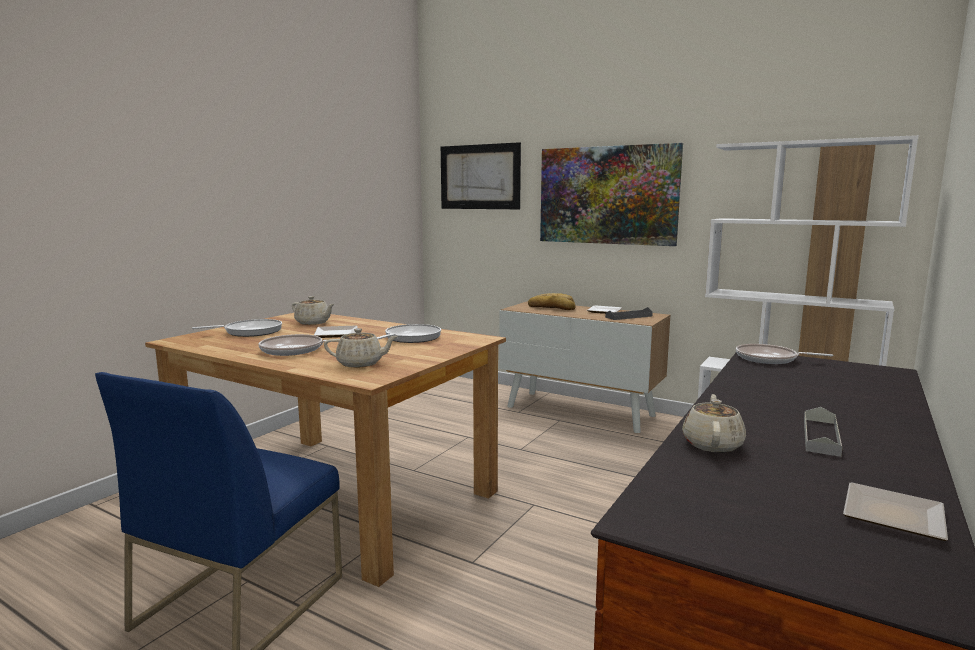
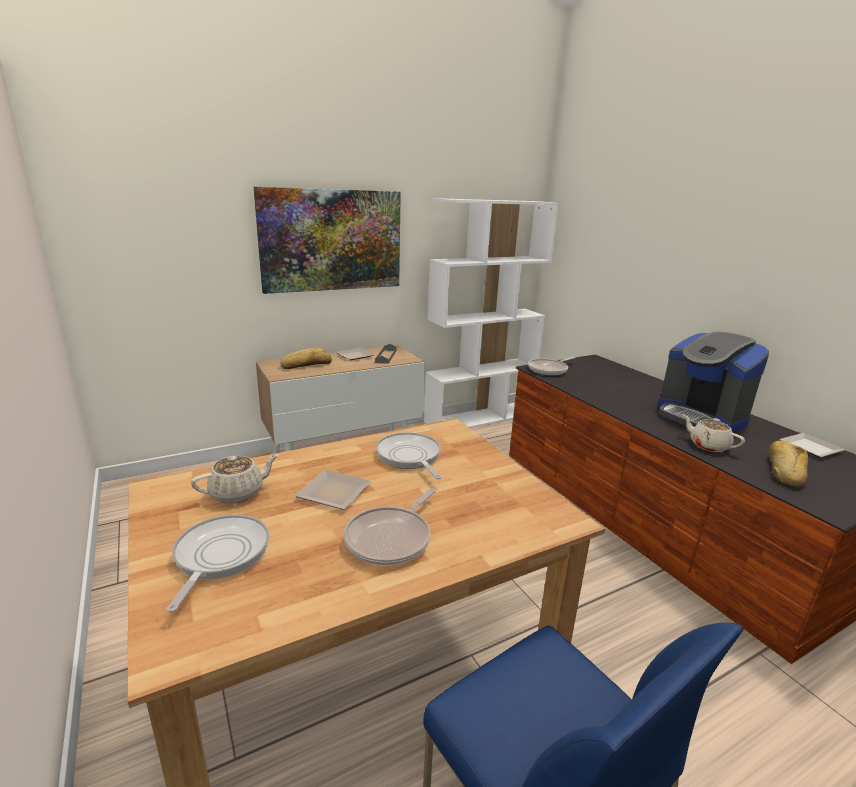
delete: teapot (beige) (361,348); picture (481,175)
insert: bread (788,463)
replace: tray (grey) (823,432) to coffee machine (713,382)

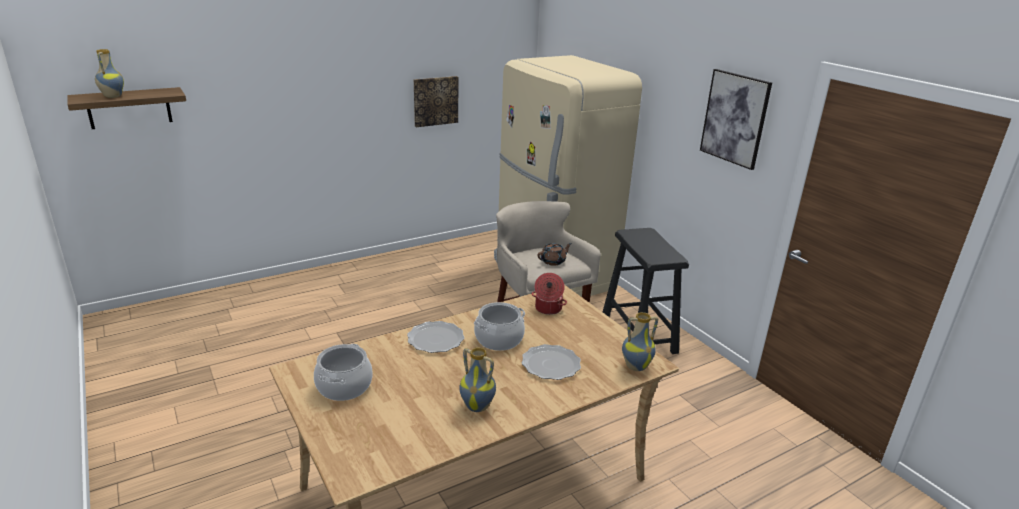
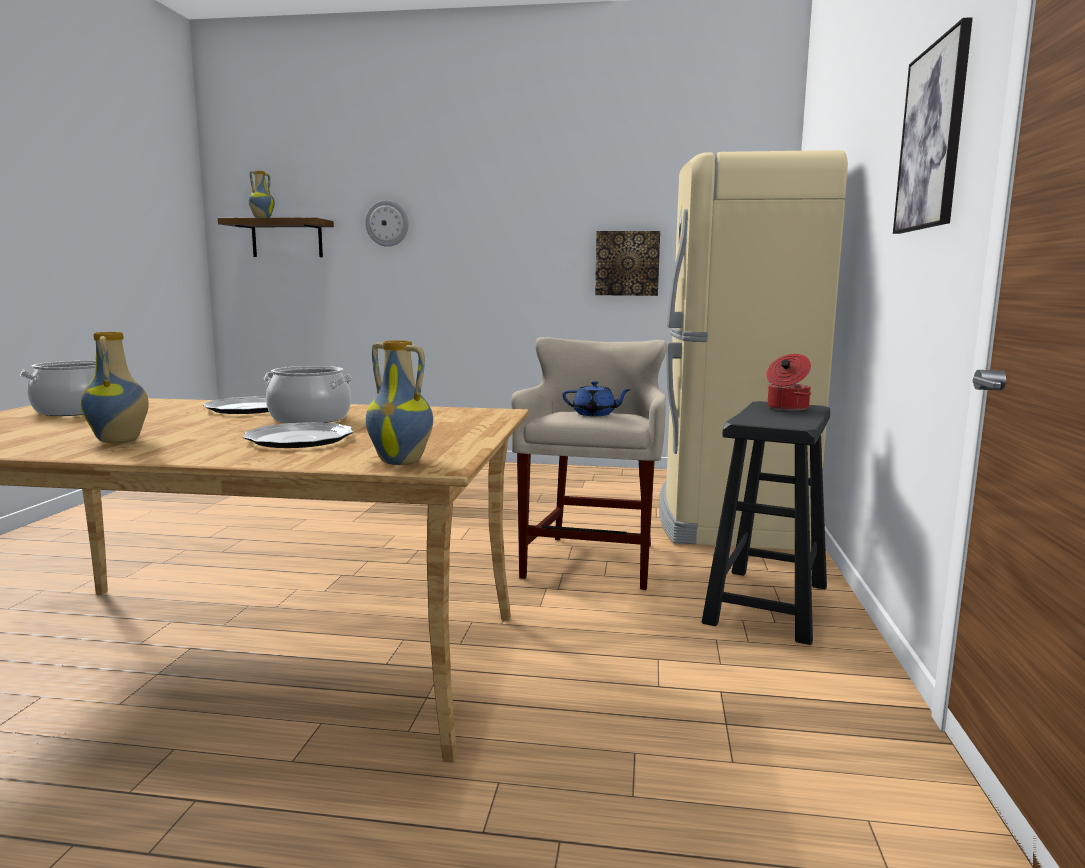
insert: wall clock (387,223)
move: cooking pot (549,294) to (788,382)
recolor: teapot (brown) (554,254) to teapot (blue) (597,398)

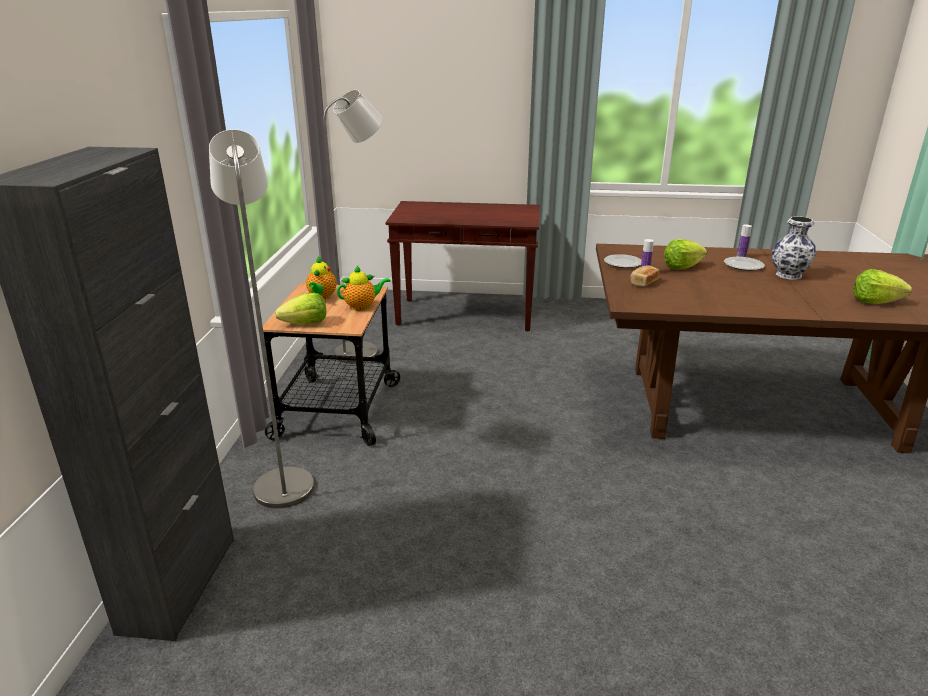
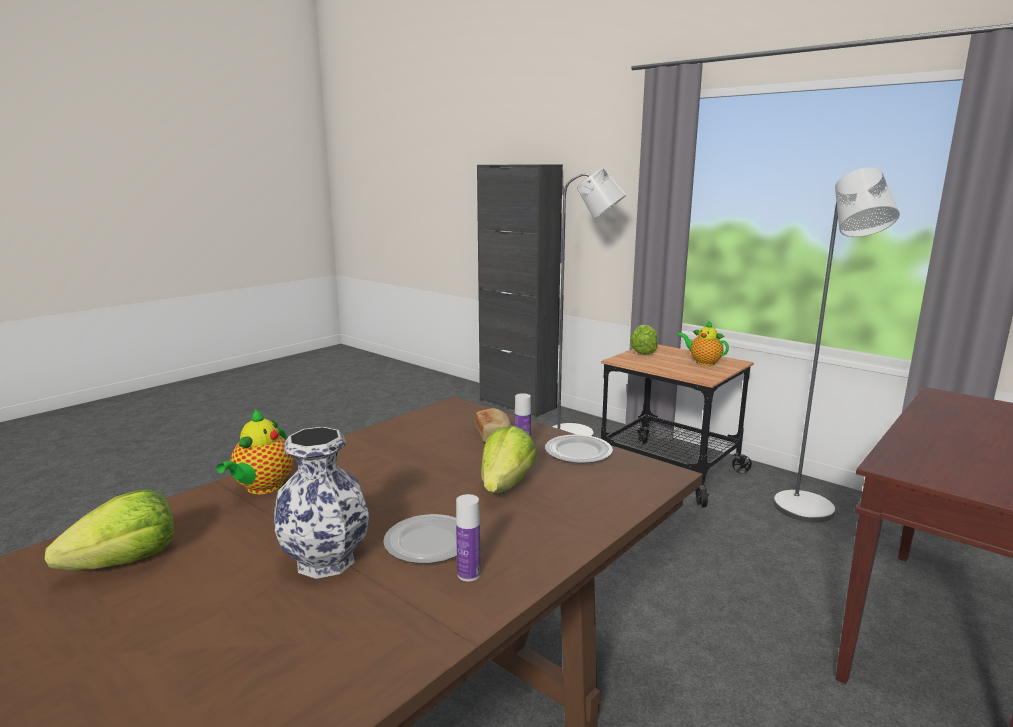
move: teapot (364,288) to (254,451)

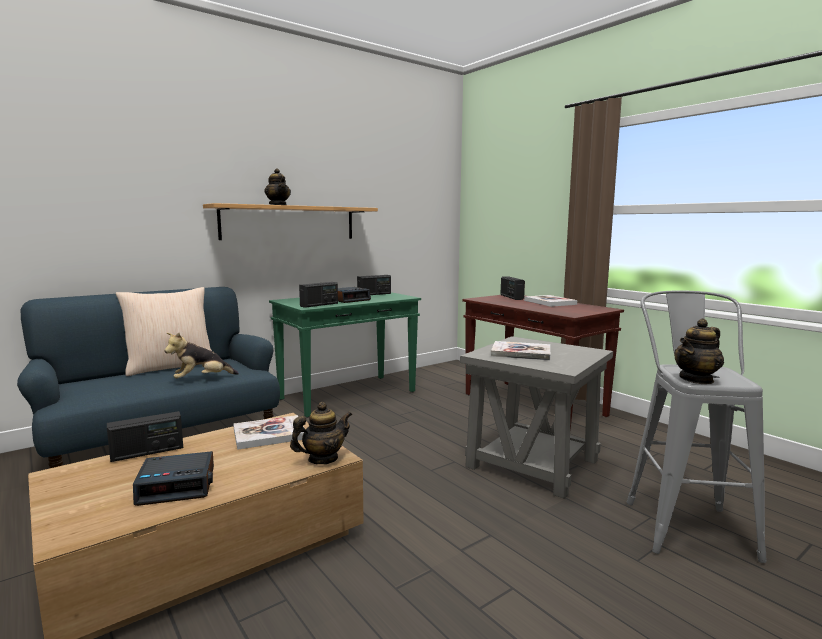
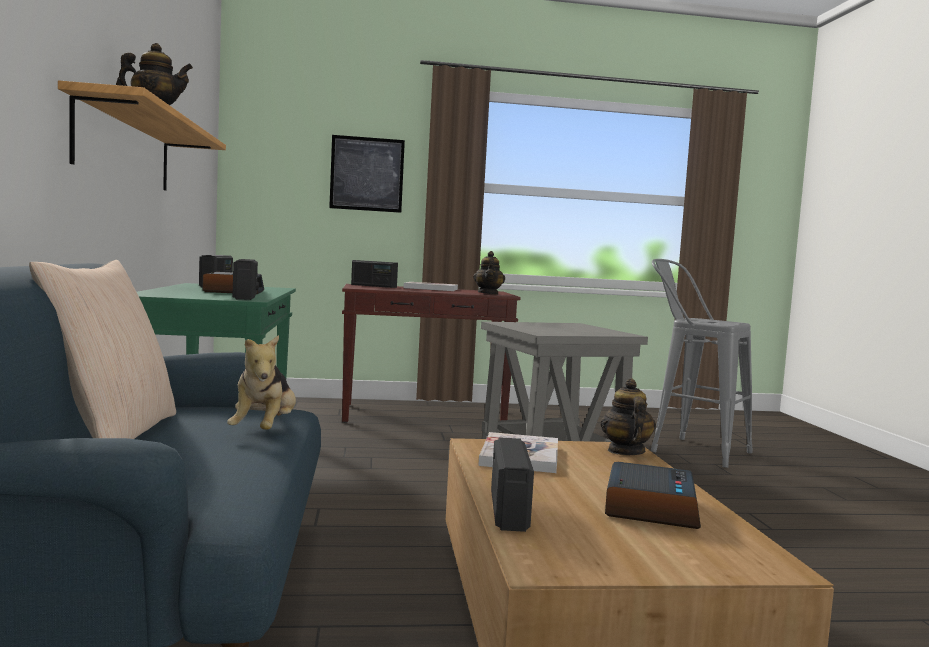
delete: book (520,351)
insert: picture (367,174)
move: teapot (699,351) to (489,273)

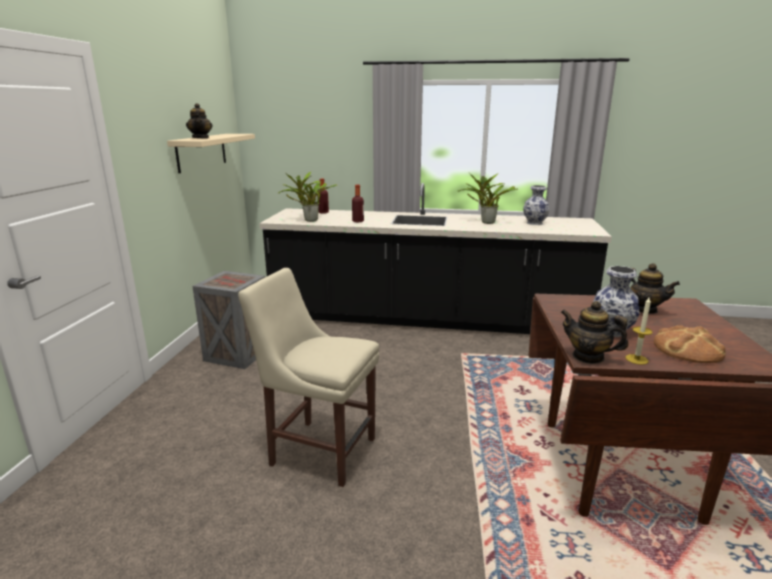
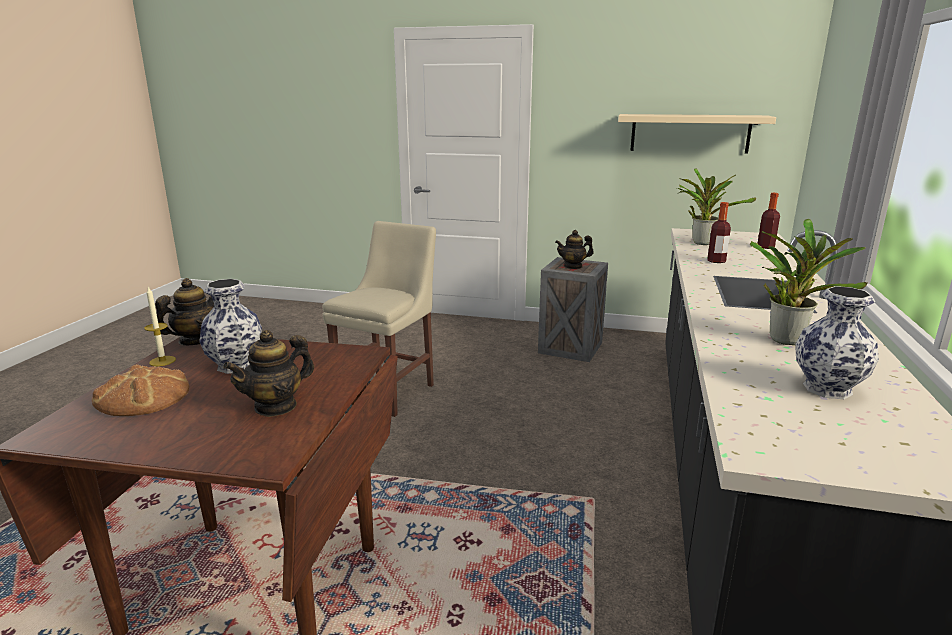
move: teapot (199,121) to (574,249)

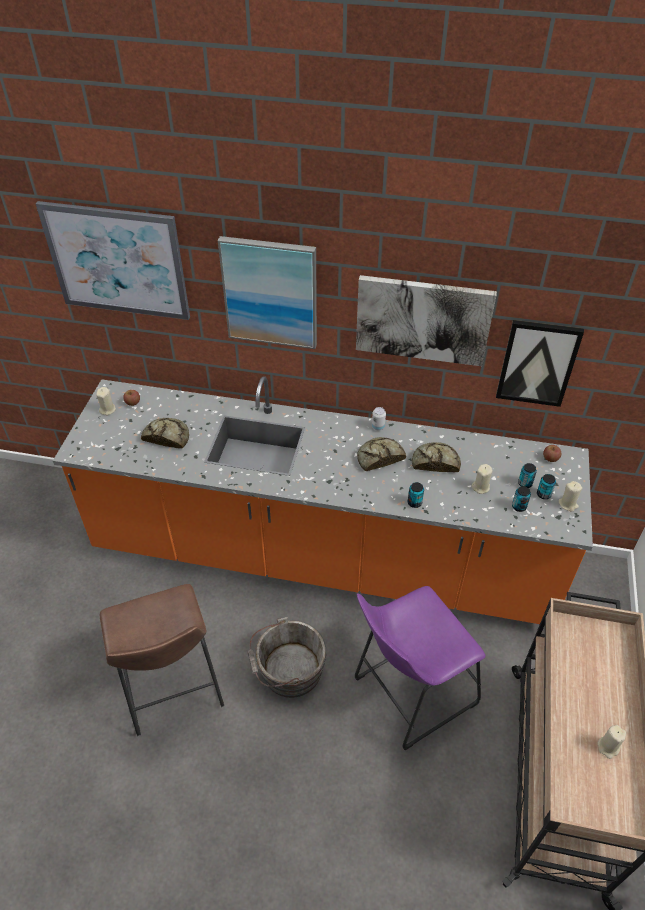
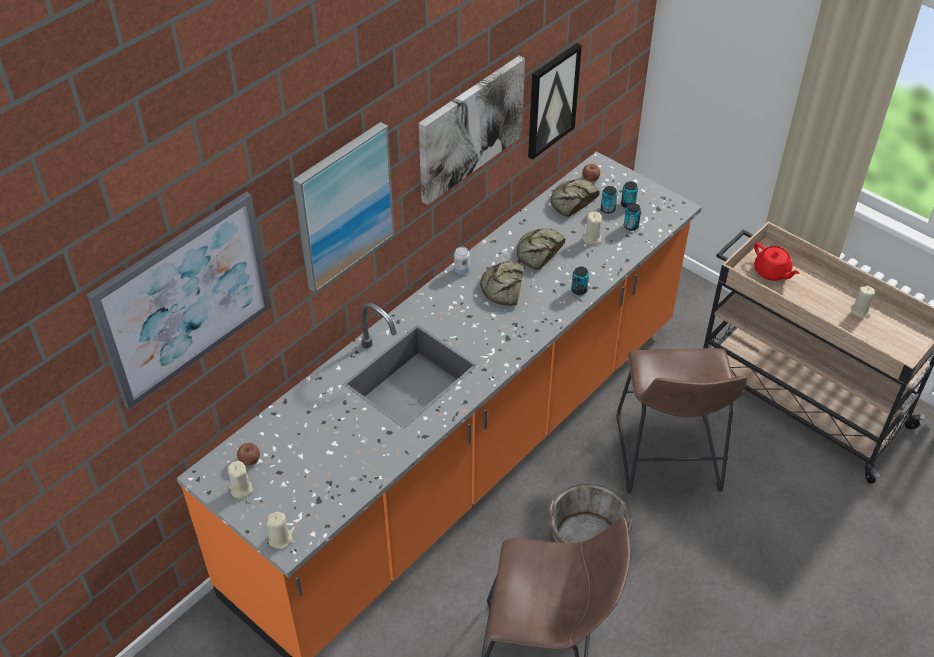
insert: teapot (red) (777,261)
move: bread (165,433) to (575,198); candle (beige) (570,496) to (279,530)
recolor: stool (purple) (420,668) to stool (brown) (681,420)

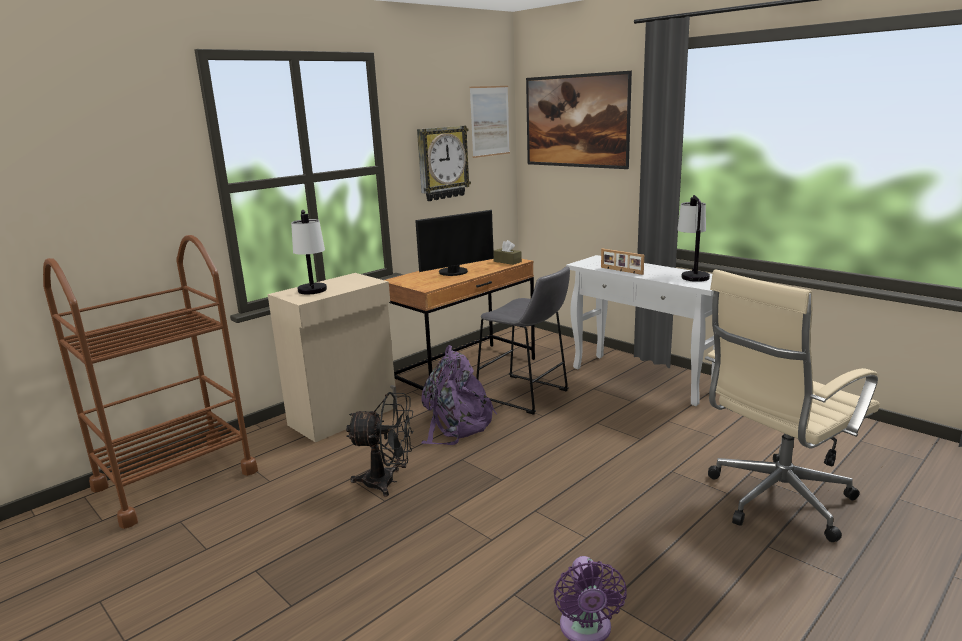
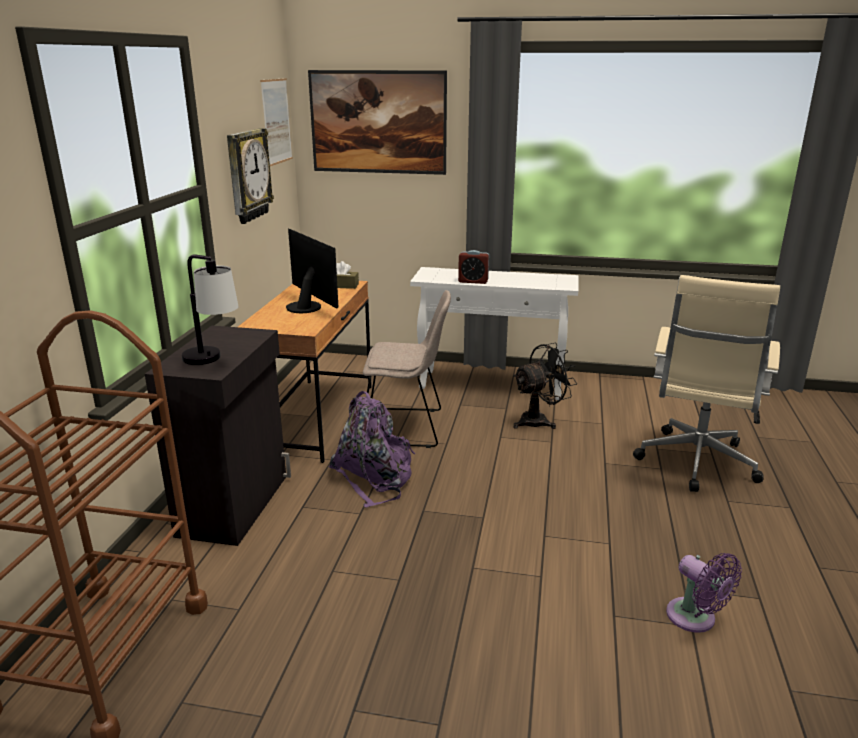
delete: table lamp (693,238)
move: fan (black) (380,444) to (545,386)
replace: stool (grey) (523,340) to chair (beige) (407,369); picture frame (622,261) to alarm clock (473,267)
recolor: cabinet (beige) (333,357) to cabinet (black) (218,435)
rotate: monitor (454,243) = (312,271) 60 degrees counterclockwise

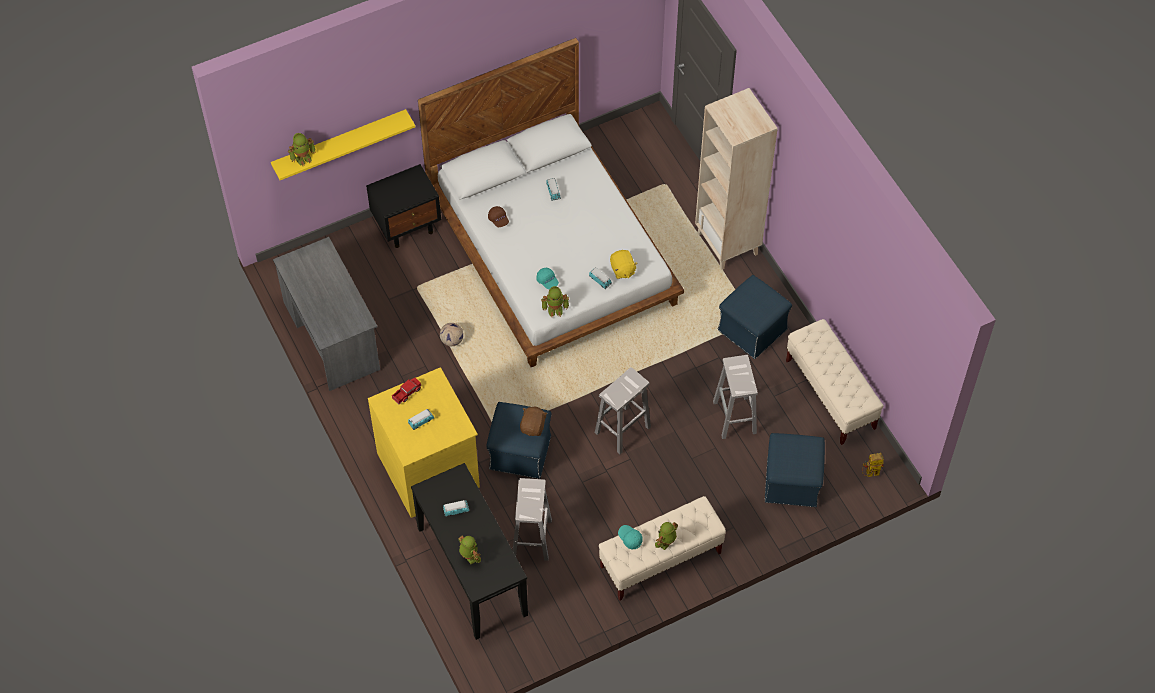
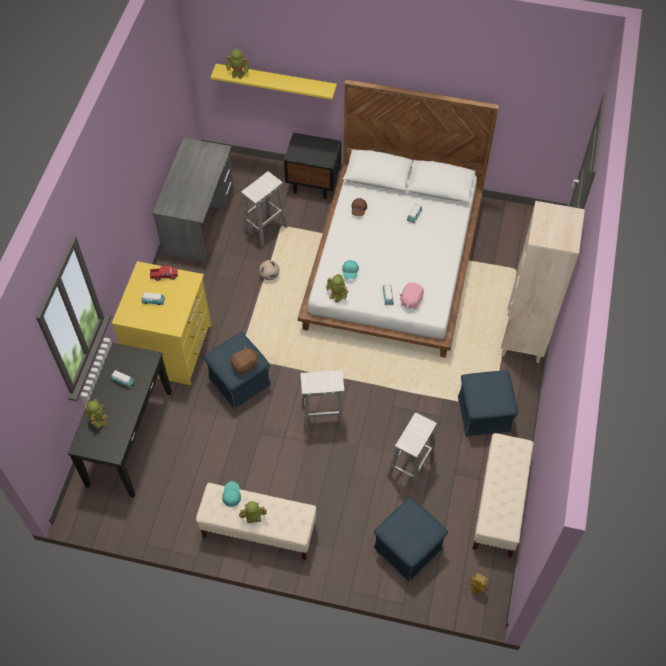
move: stool (white) (532,519) to (264,209)
recolor: plush toy (yellow) (624,264) to plush toy (pink) (411,296)

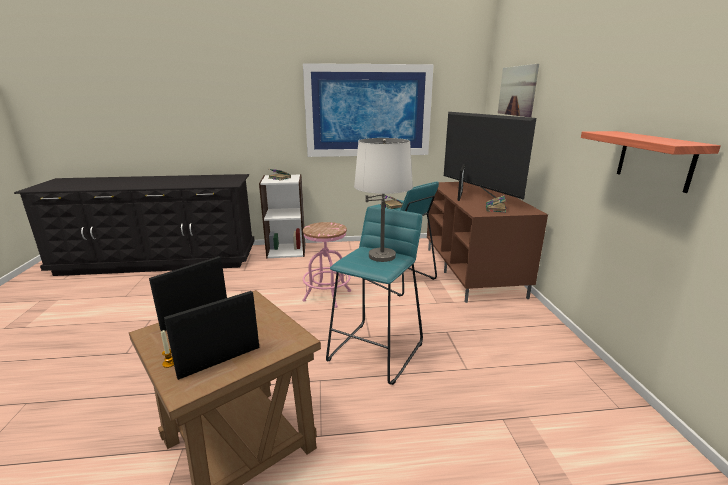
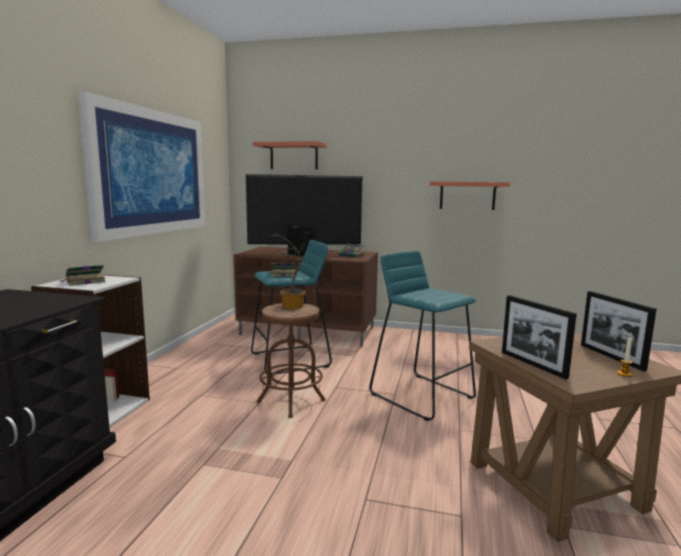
delete: table lamp (white) (383,200)
insert: potted plant (292,267)
replace: picture (518,90) to shelf (290,155)
recolor: stool (pink) (327,265) to stool (brown) (291,360)

